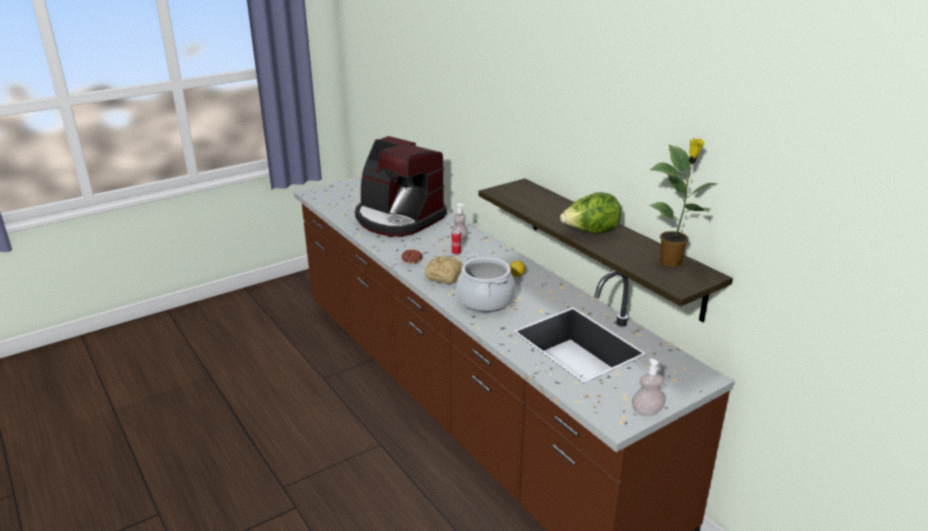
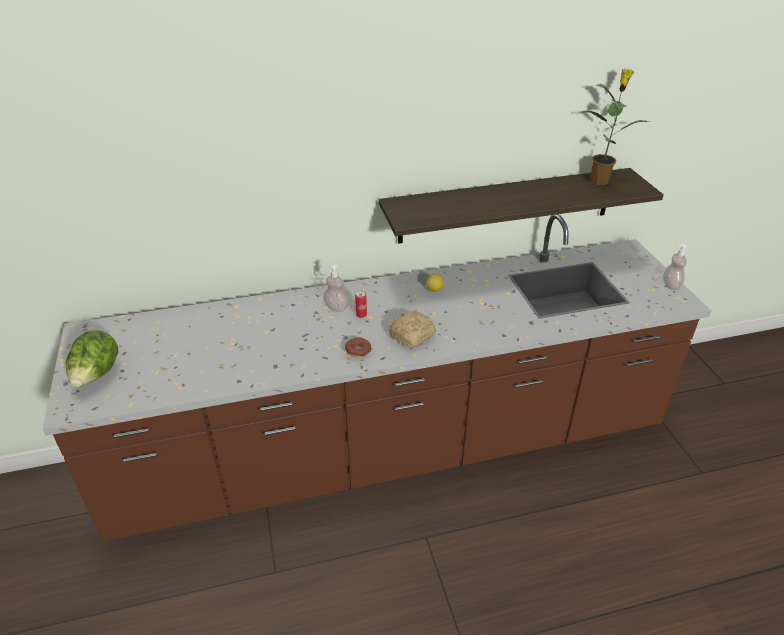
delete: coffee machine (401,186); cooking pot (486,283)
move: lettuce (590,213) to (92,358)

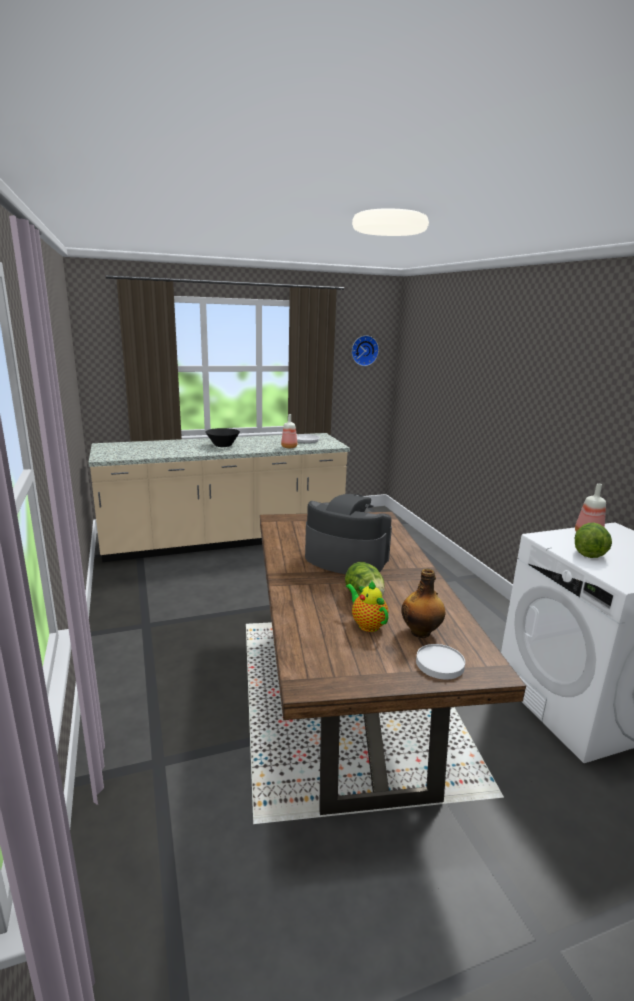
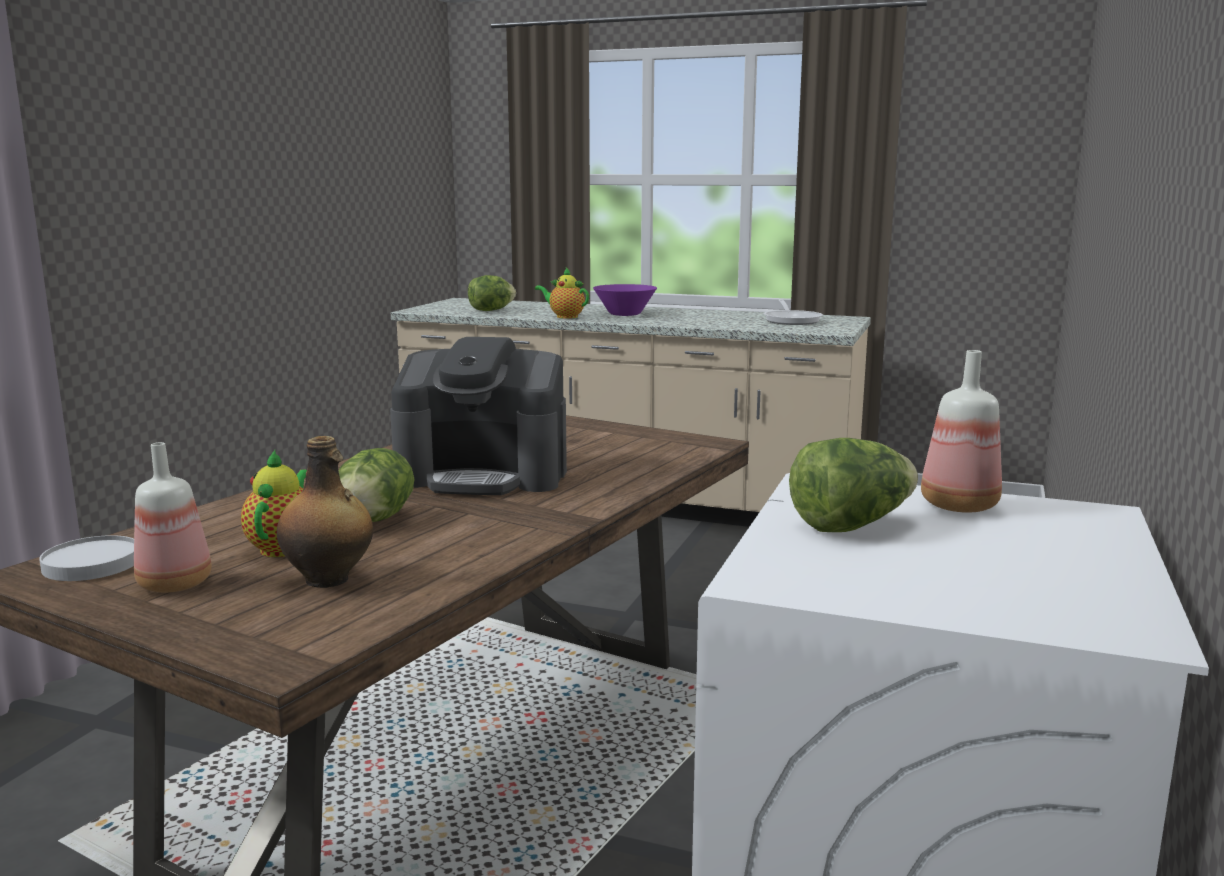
delete: wall clock (365,350)
insert: lettuce (492,293); teapot (562,293)
move: bottle (289,431) to (173,517); plate (white) (440,662) to (86,558)
recolor: bowl (black) (222,437) to bowl (purple) (625,300)
rotate: coffee machine (348,534) = (478,416) 120 degrees clockwise

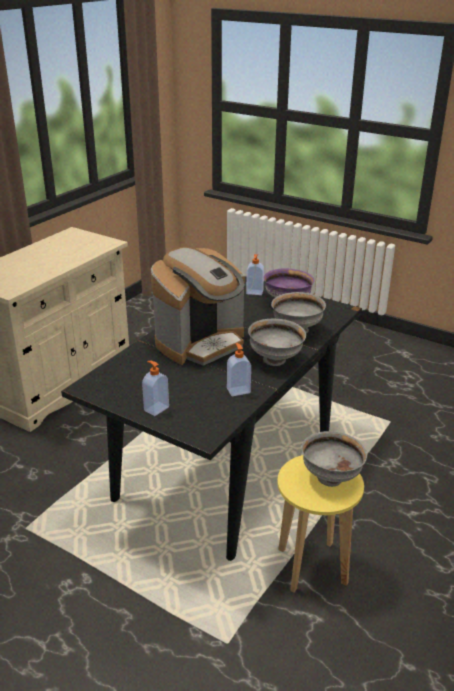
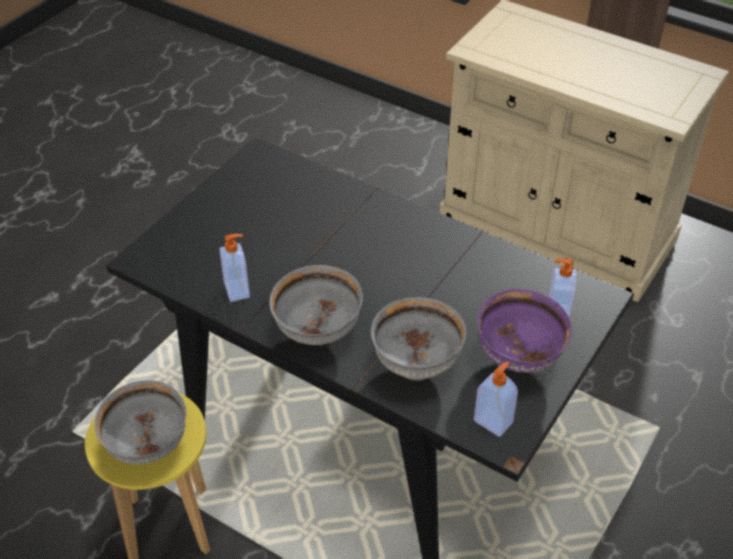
delete: coffee machine (198,306)
move: soap dispenser (155,388) to (496,399)

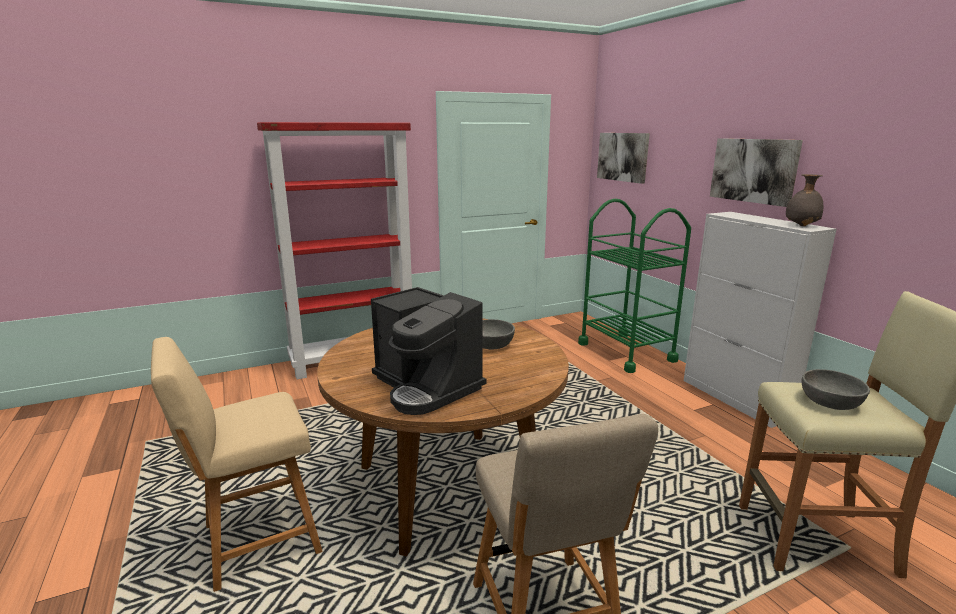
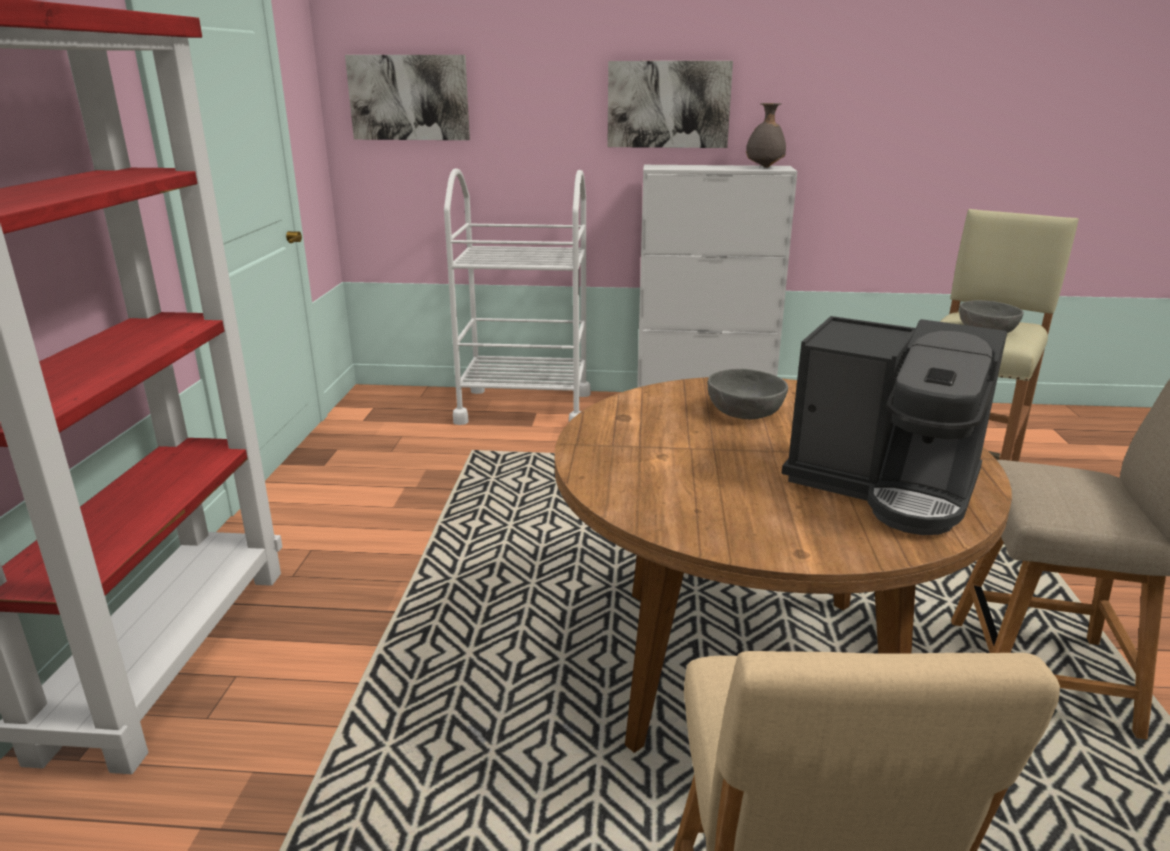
recolor: cart (green) (634,286) to cart (white) (517,296)
rotate: coffee machine (428,351) = (894,425) 45 degrees clockwise

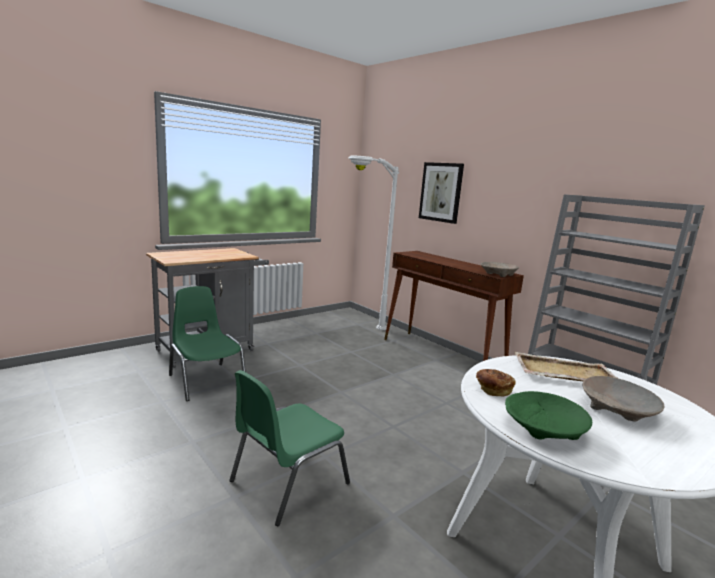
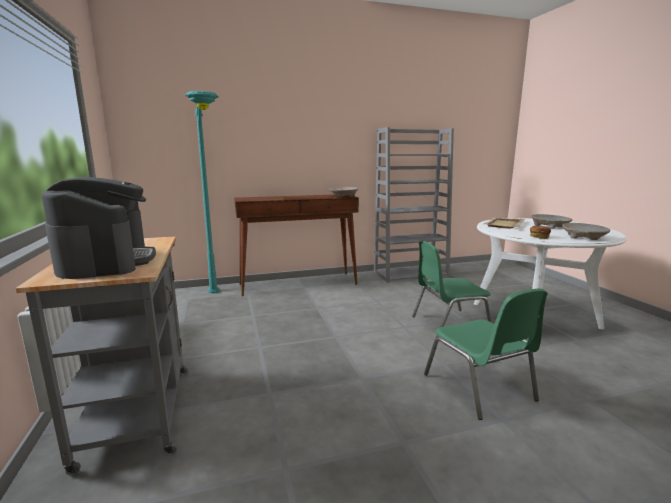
delete: picture (441,193)
insert: coffee machine (99,228)
move: chair (green) (207,343) to (452,289)
recolor: floor lamp (white) (373,242) to floor lamp (turquoise) (202,192); bowl (green) (548,415) to bowl (beige) (586,231)

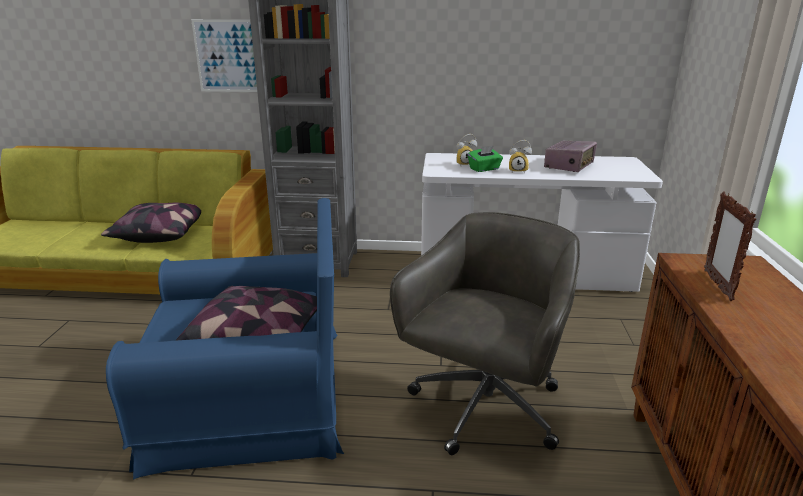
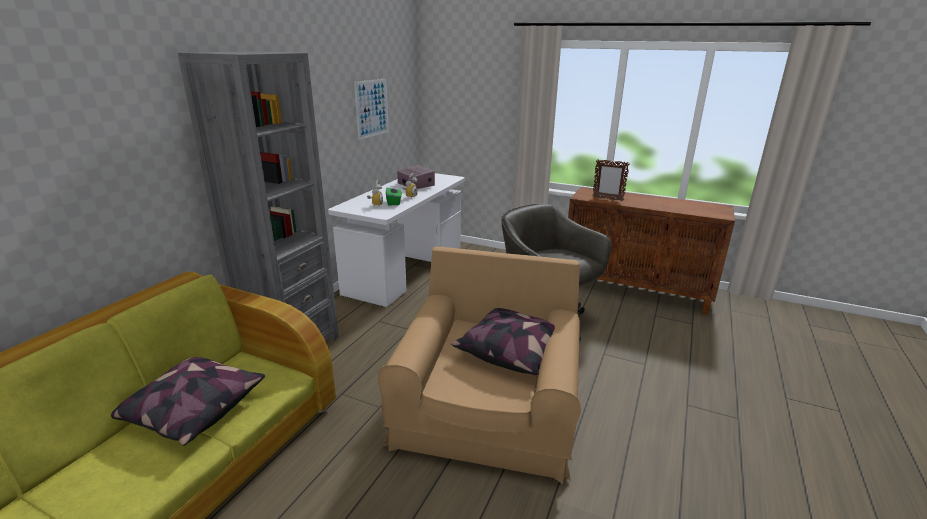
move: picture (224,55) to (371,109)
recolor: armchair (blue) (225,339) to armchair (brown) (479,365)

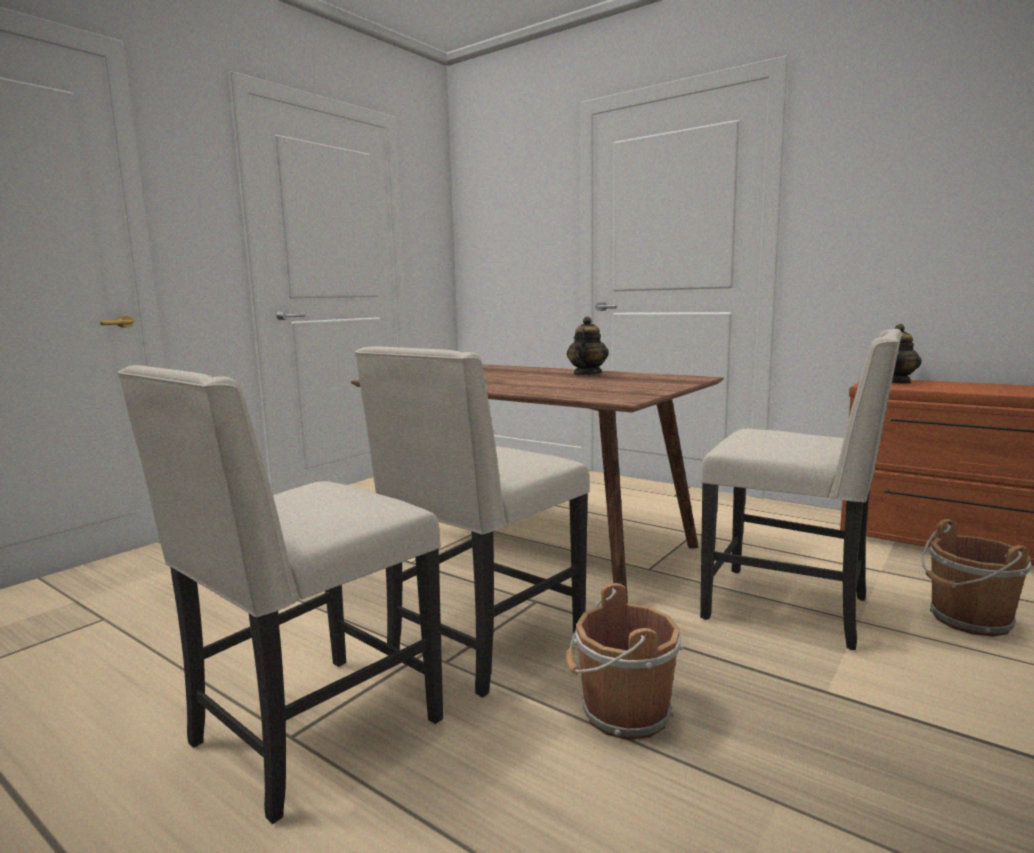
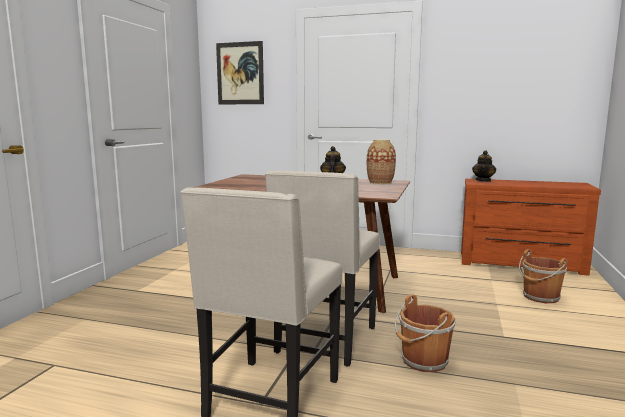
delete: chair (beige) (801,489)
insert: picture (240,73); vase (381,162)

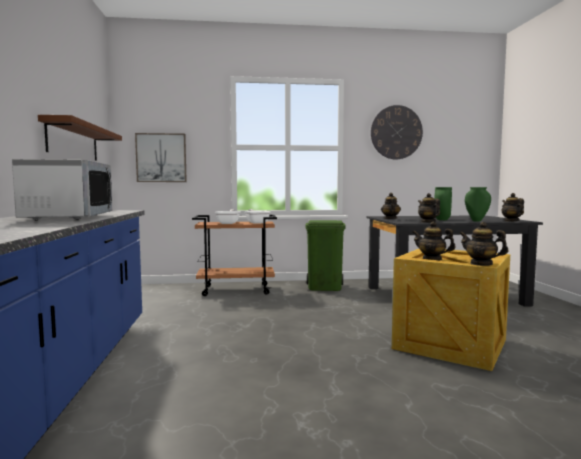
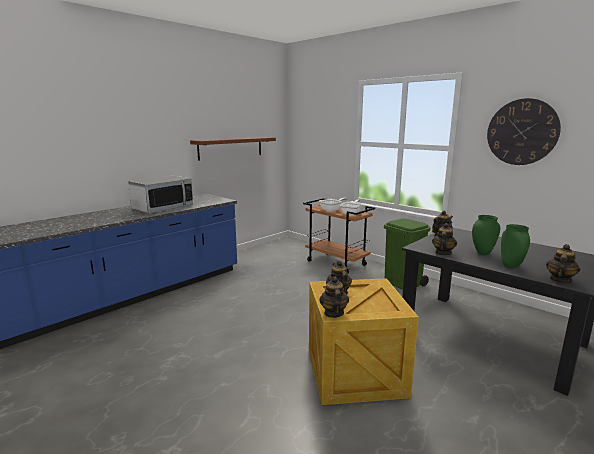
delete: picture (161,157)

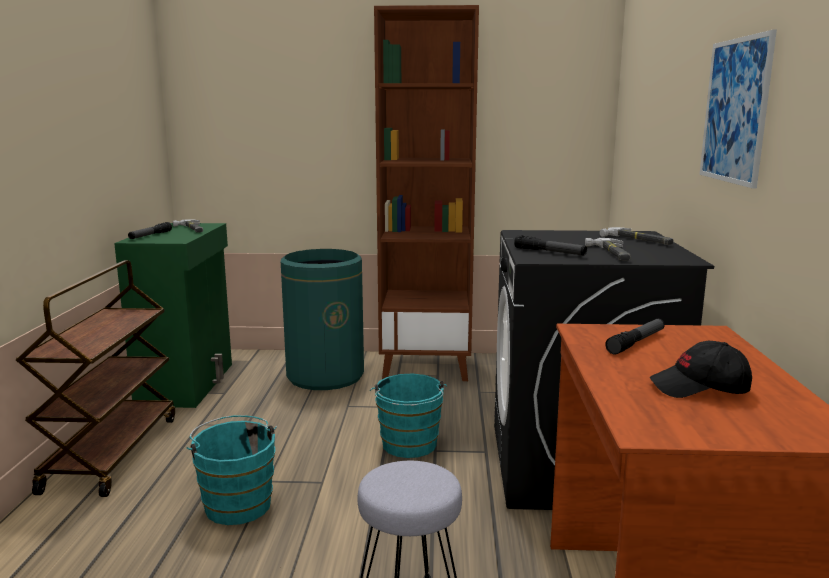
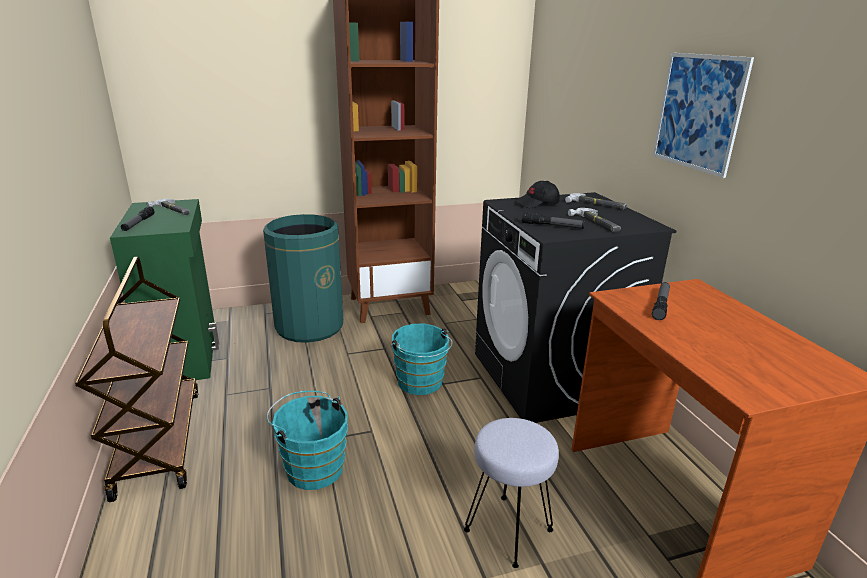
move: cap (black) (701,369) to (537,194)

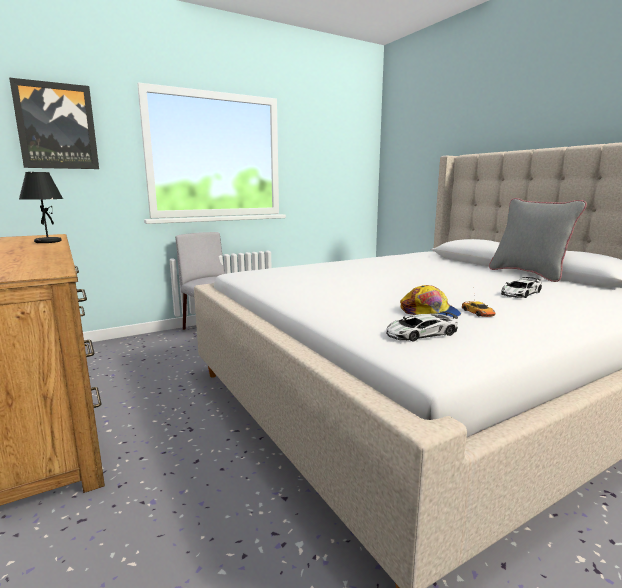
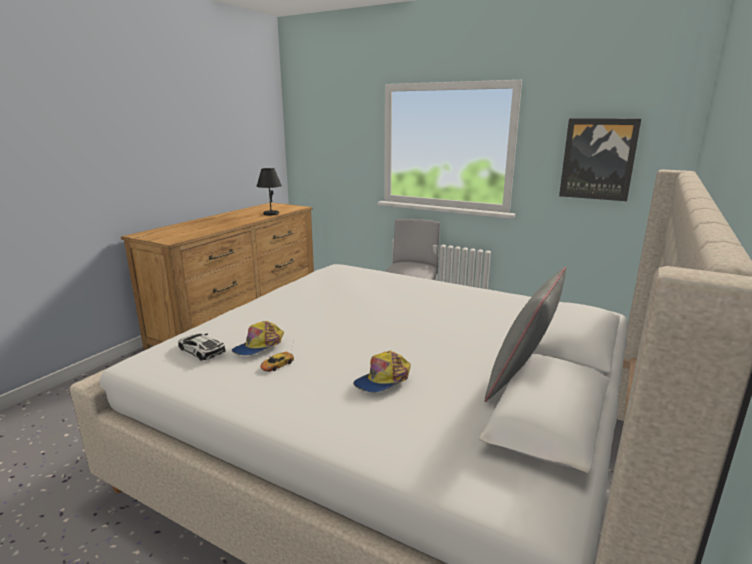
move: picture (54,123) to (600,159)
replace: toy car (521,287) to cap (382,372)

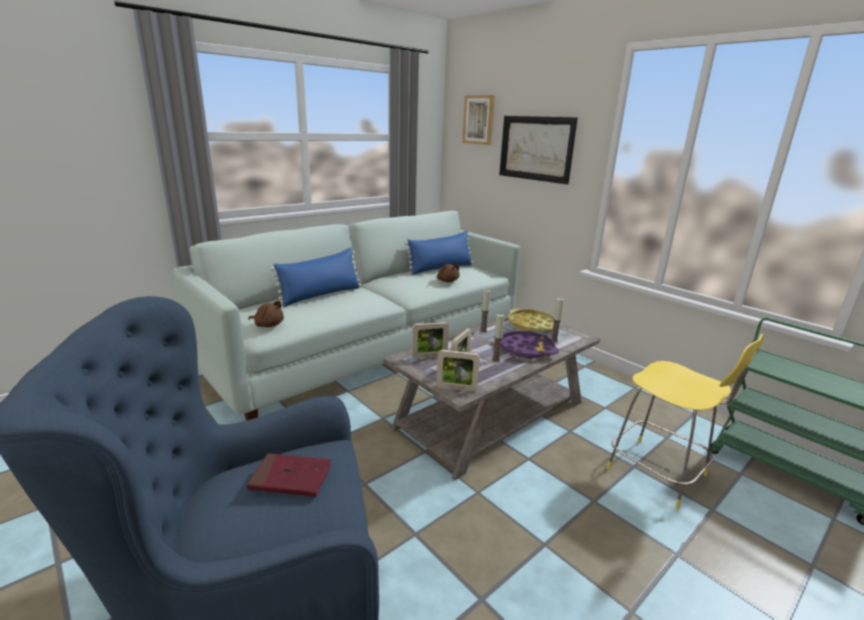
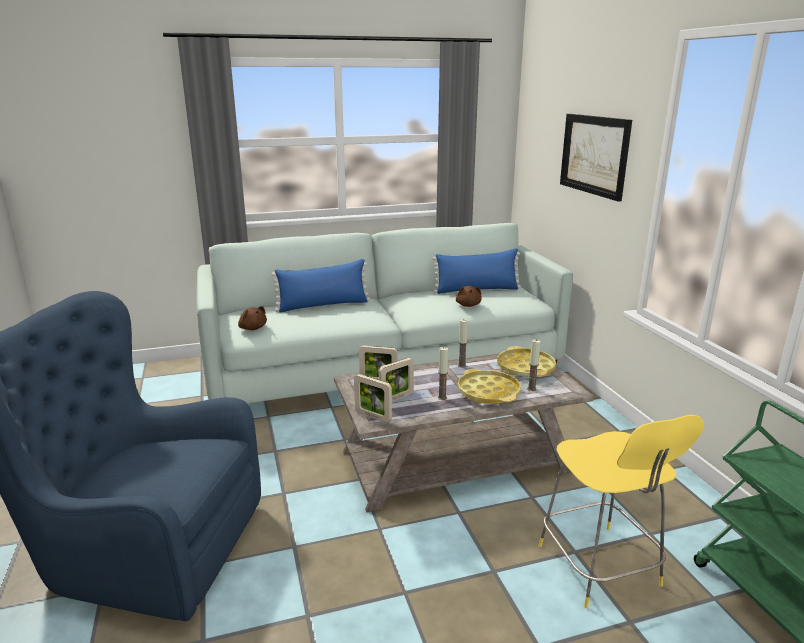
delete: book (red) (289,475); picture (478,120)
recolor: tray (purple) (530,345) to tray (yellow) (489,386)

